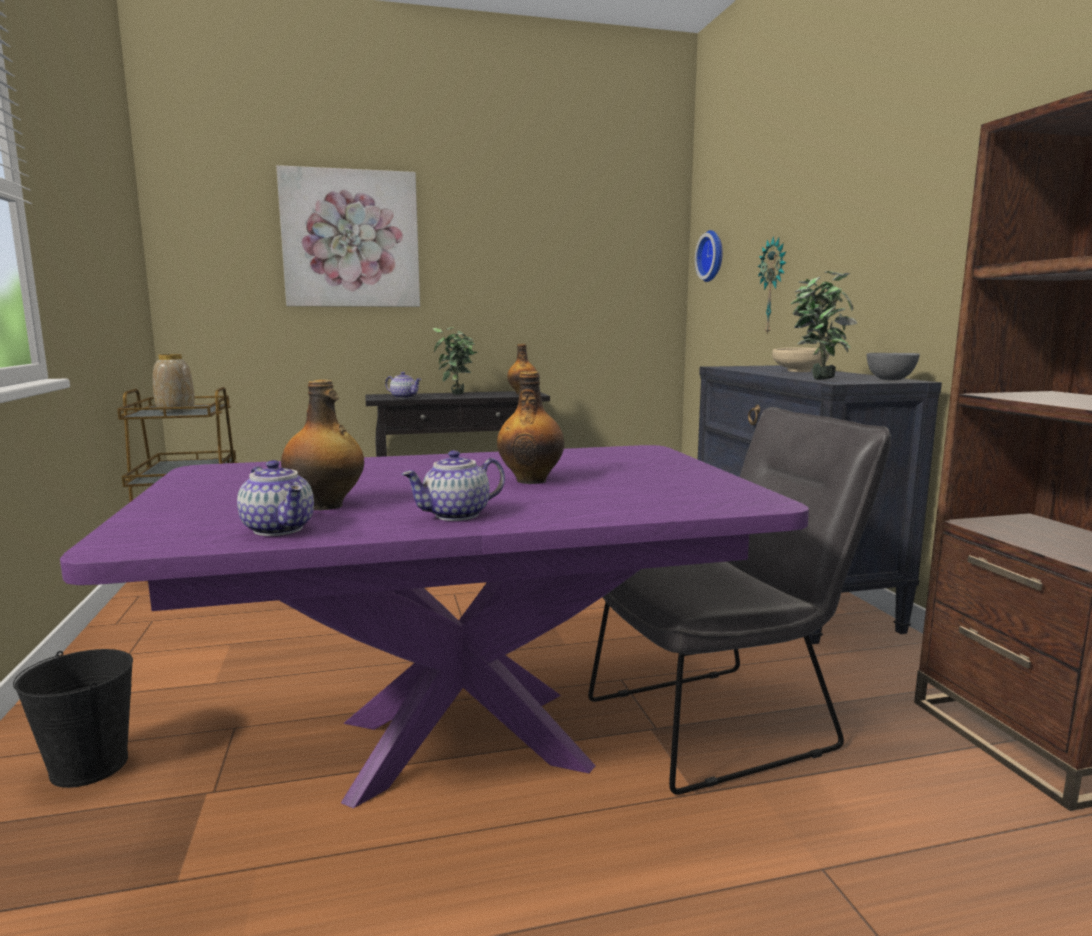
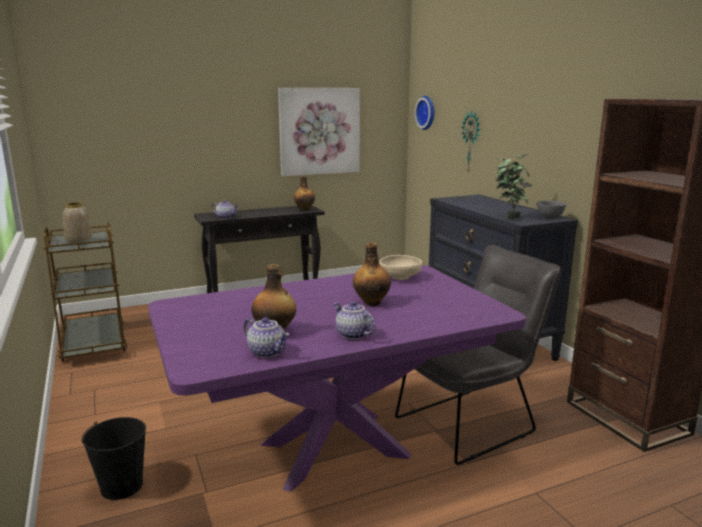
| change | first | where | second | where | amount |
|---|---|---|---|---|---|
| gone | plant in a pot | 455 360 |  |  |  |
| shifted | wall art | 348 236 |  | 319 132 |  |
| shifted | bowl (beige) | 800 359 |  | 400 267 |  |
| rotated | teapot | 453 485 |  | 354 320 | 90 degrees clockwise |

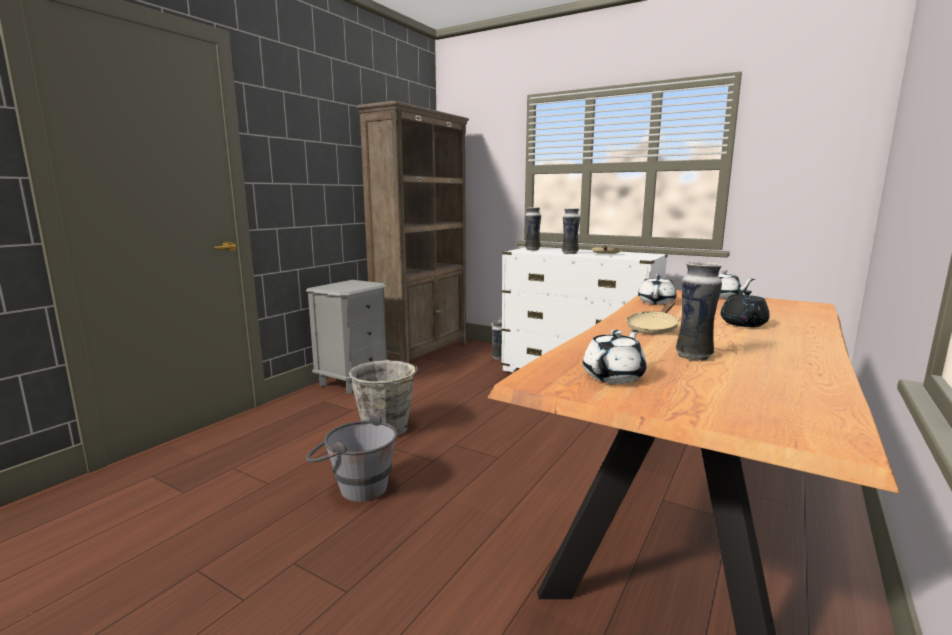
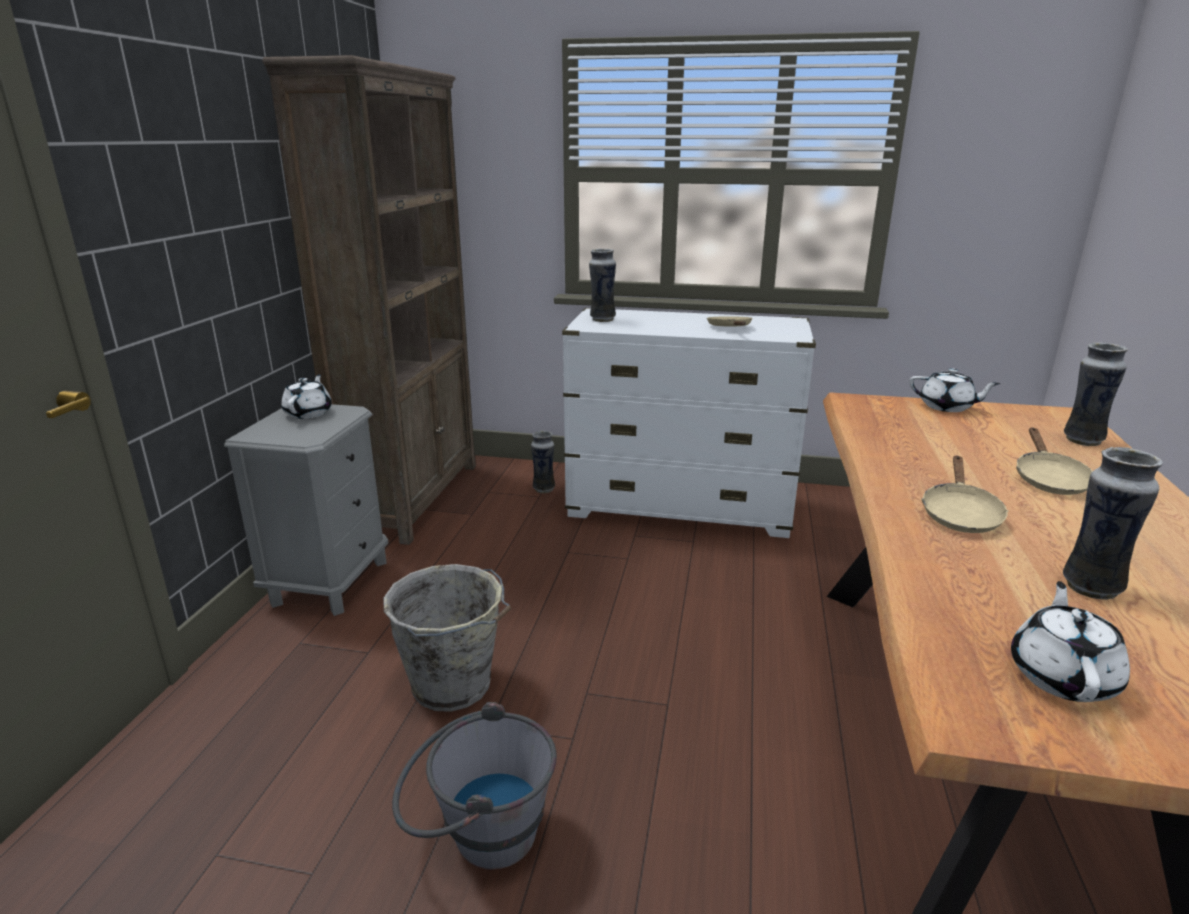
| change | first | where | second | where | amount |
|---|---|---|---|---|---|
| shifted | decorative vase | 571 231 |  | 1096 394 |  |
| shifted | teapot (white-coloured) | 657 289 |  | 306 396 |  |
| swapped | teapot (black-coloured) | 745 308 | skillet (beige) | 1054 461 |  |

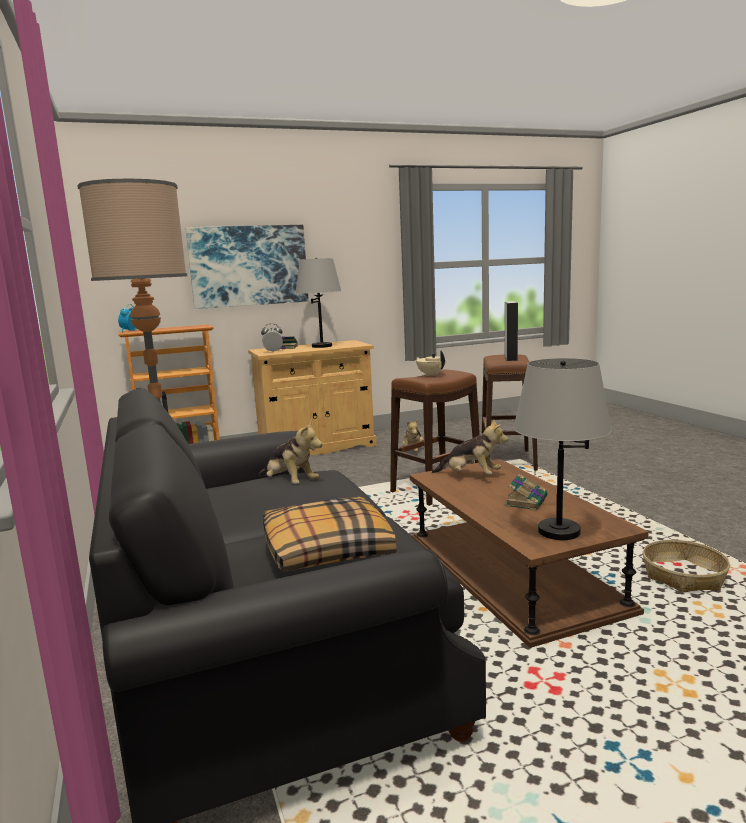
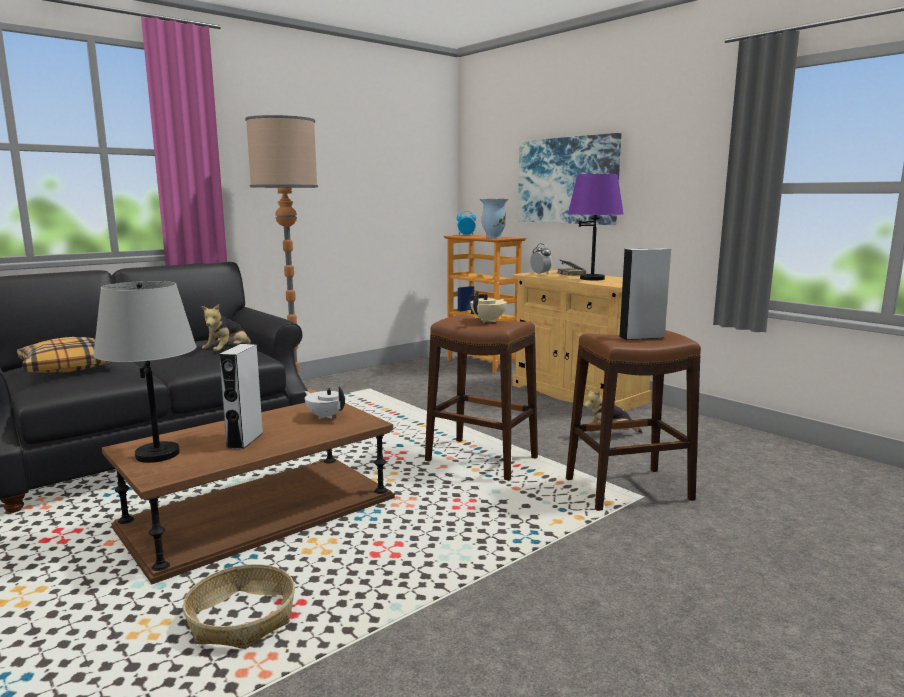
| change | first | where | second | where | amount |
|---|---|---|---|---|---|
| new |  |  | decorative vase | 494 219 |  |
| swapped | cuddly toy | 470 447 | teapot (white-coloured) | 325 402 |  |
| swapped | book | 526 492 | audio speaker (greyish) | 241 396 |  |
| repainted | tabletop lamp (greyish) | 318 303 | tabletop lamp (purple-coloured) | 596 226 |  |

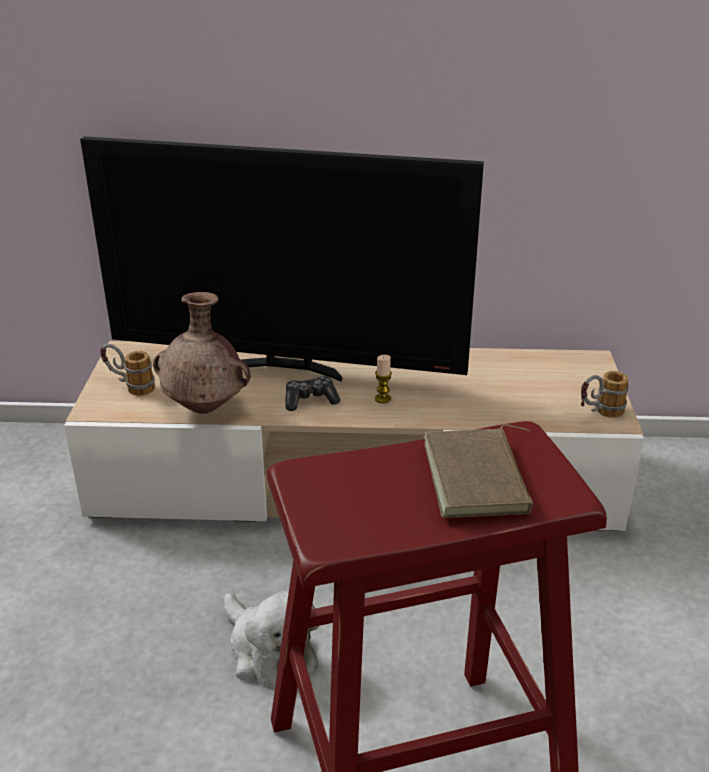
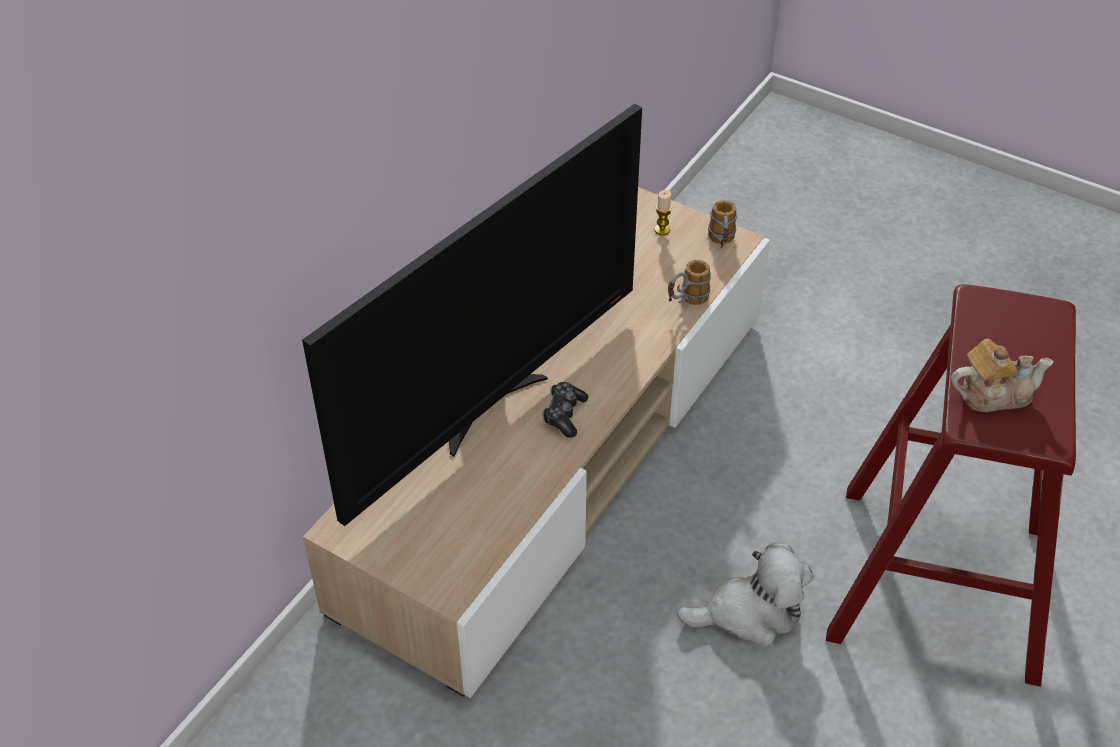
| change | first | where | second | where | amount |
|---|---|---|---|---|---|
| gone | decorative vase (brown-coloured) | 202 353 |  |  |  |
| gone | book (brown-coloured) | 479 471 |  |  |  |
| new |  |  | teapot | 1002 375 |  |
| shifted | coffee mug | 127 370 |  | 689 282 |  |
| shifted | wax light | 383 379 |  | 663 212 |  |

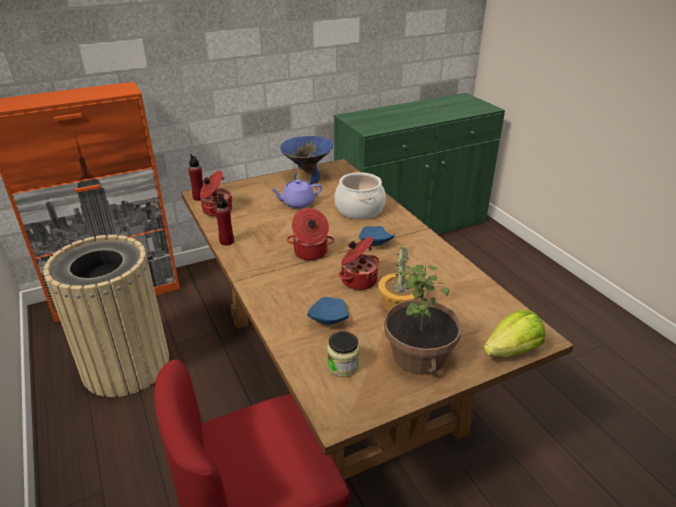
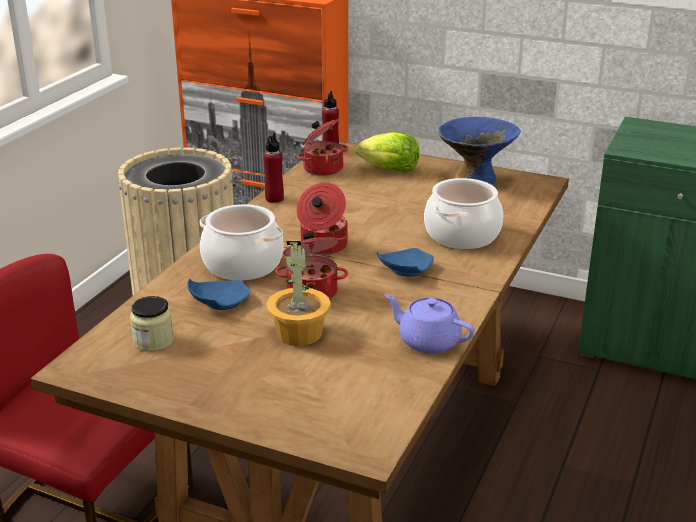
| change | first | where | second | where | amount |
|---|---|---|---|---|---|
| gone | plant in a pot | 423 320 |  |  |  |
| new |  |  | stockpot | 241 242 |  |
| shifted | teapot (purple-coloured) | 296 194 |  | 429 324 |  |
| shifted | head of lettuce | 514 333 |  | 387 152 |  |

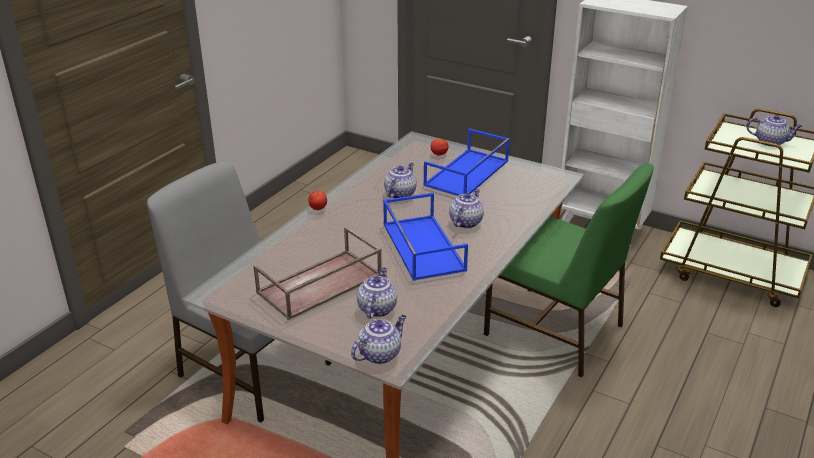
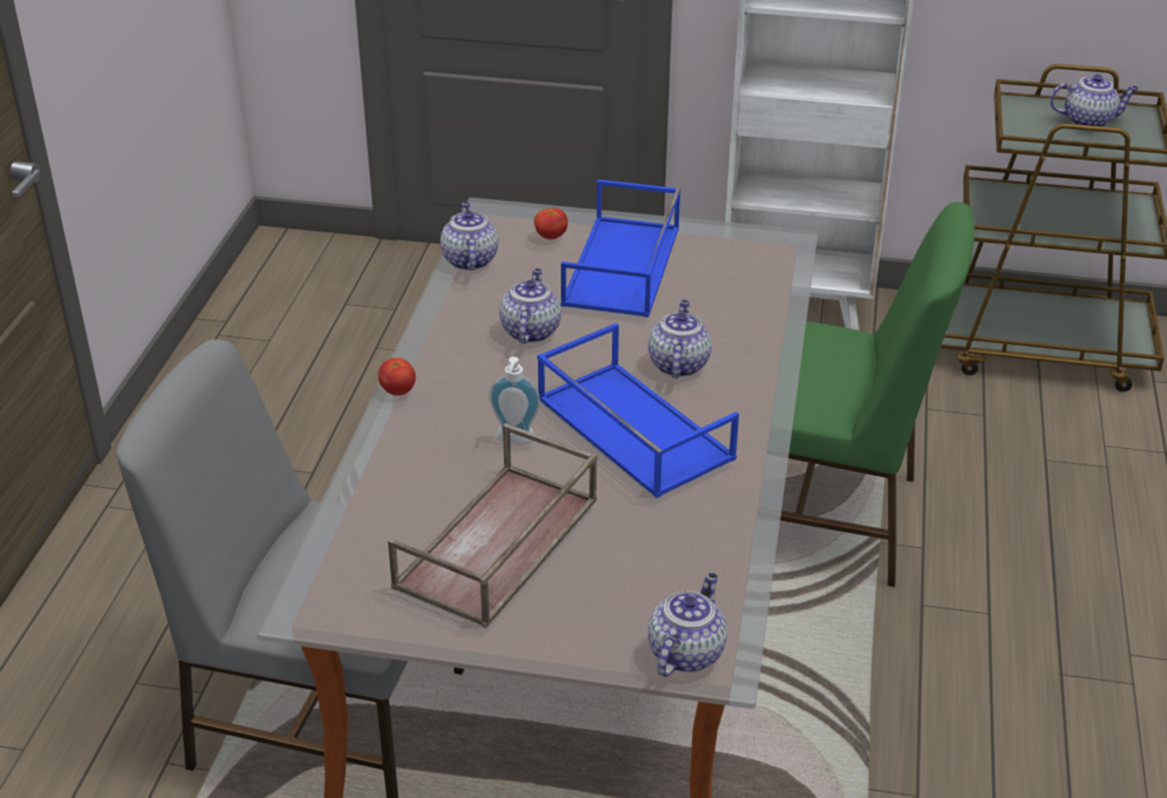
| change | first | where | second | where | amount |
|---|---|---|---|---|---|
| new |  |  | soap dispenser | 514 400 |  |
| shifted | teapot | 377 293 |  | 469 236 |  |

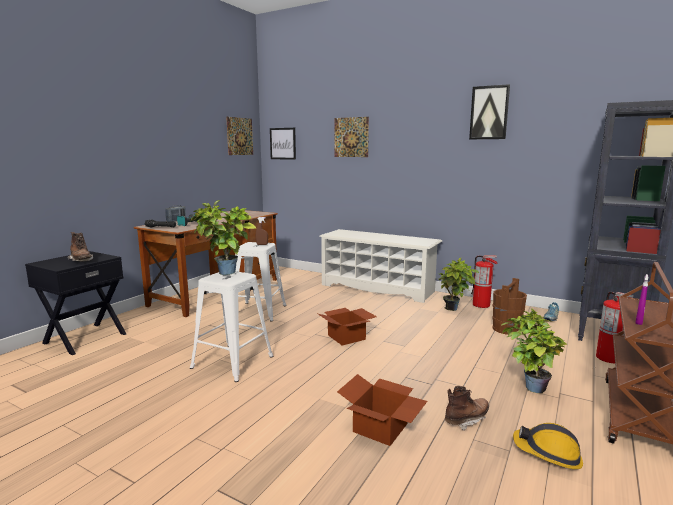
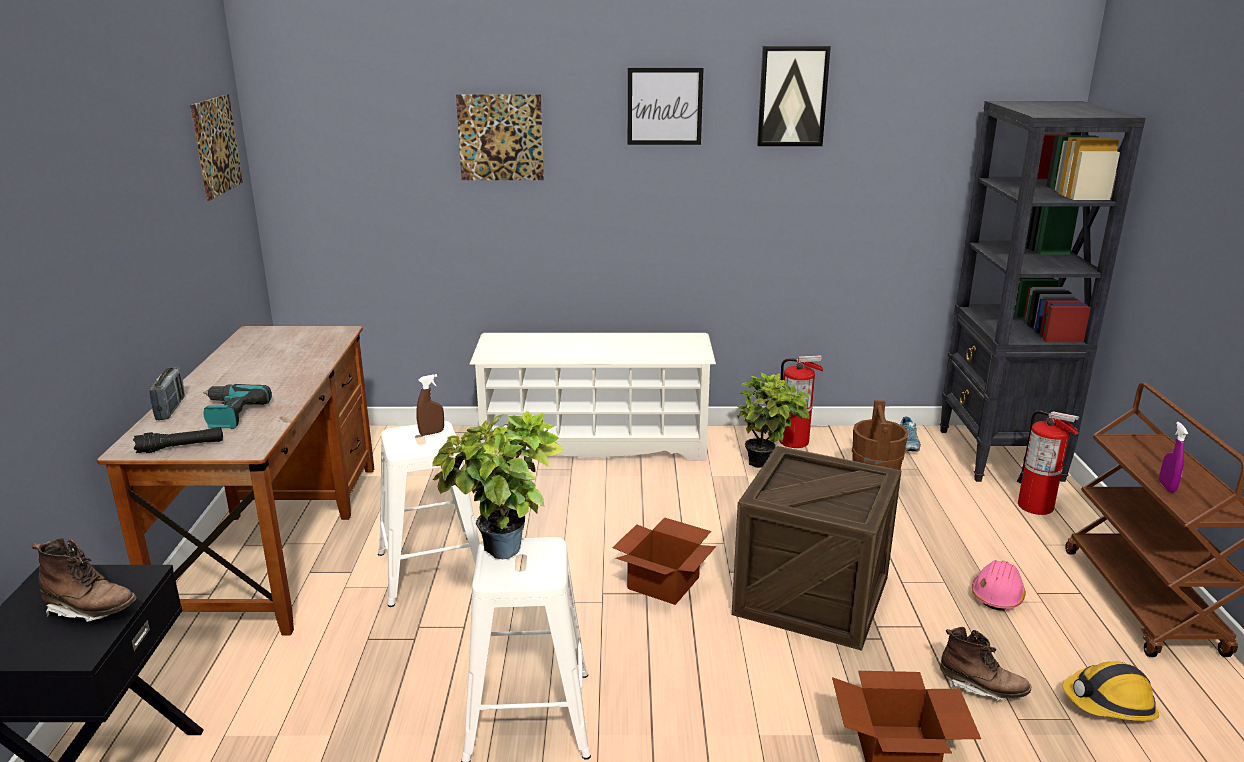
| change | first | where | second | where | amount |
|---|---|---|---|---|---|
| new |  |  | crate | 817 548 |  |
| shifted | wall art | 283 144 |  | 665 106 |  |
| swapped | plant in a pot | 534 350 | safety helmet (pink) | 999 585 |  |
| rotated | boot (brown-coloured) | 467 408 |  | 986 664 | 90 degrees clockwise |

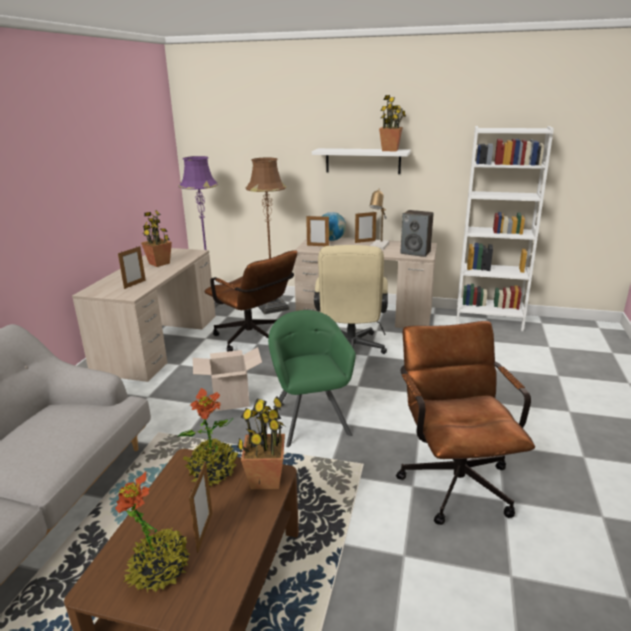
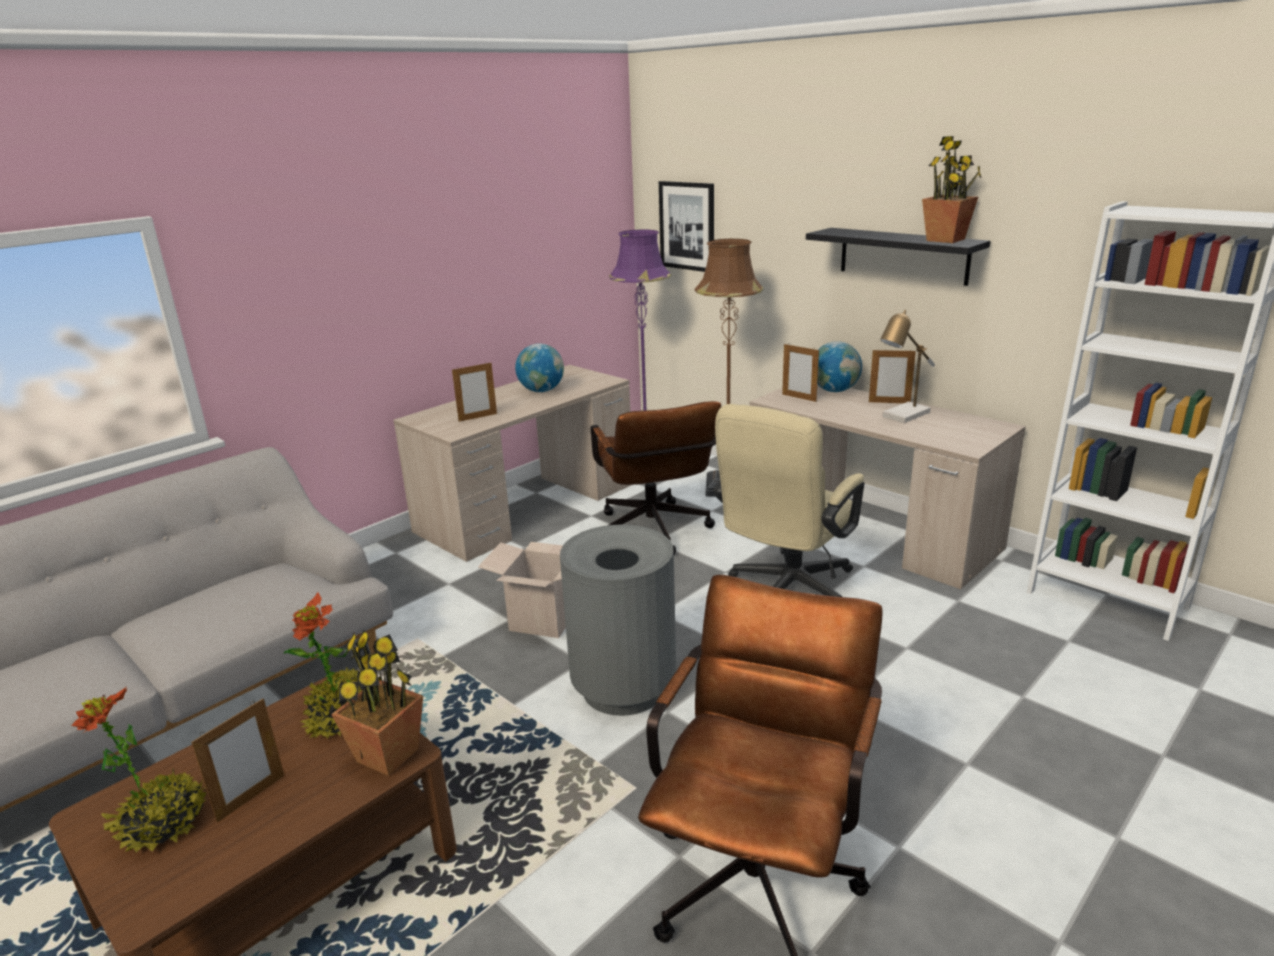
| change | first | where | second | where | amount |
|---|---|---|---|---|---|
| gone | audio speaker | 417 233 |  |  |  |
| new |  |  | wall art | 686 226 |  |
| swapped | plant in a pot | 156 238 | desk globe | 539 368 |  |
| swapped | armchair (green) | 312 378 | waste bin (greyish) | 618 620 |  |
| repainted | wall shelf (white-coloured) | 361 161 | wall shelf (black-coloured) | 898 257 |  |

